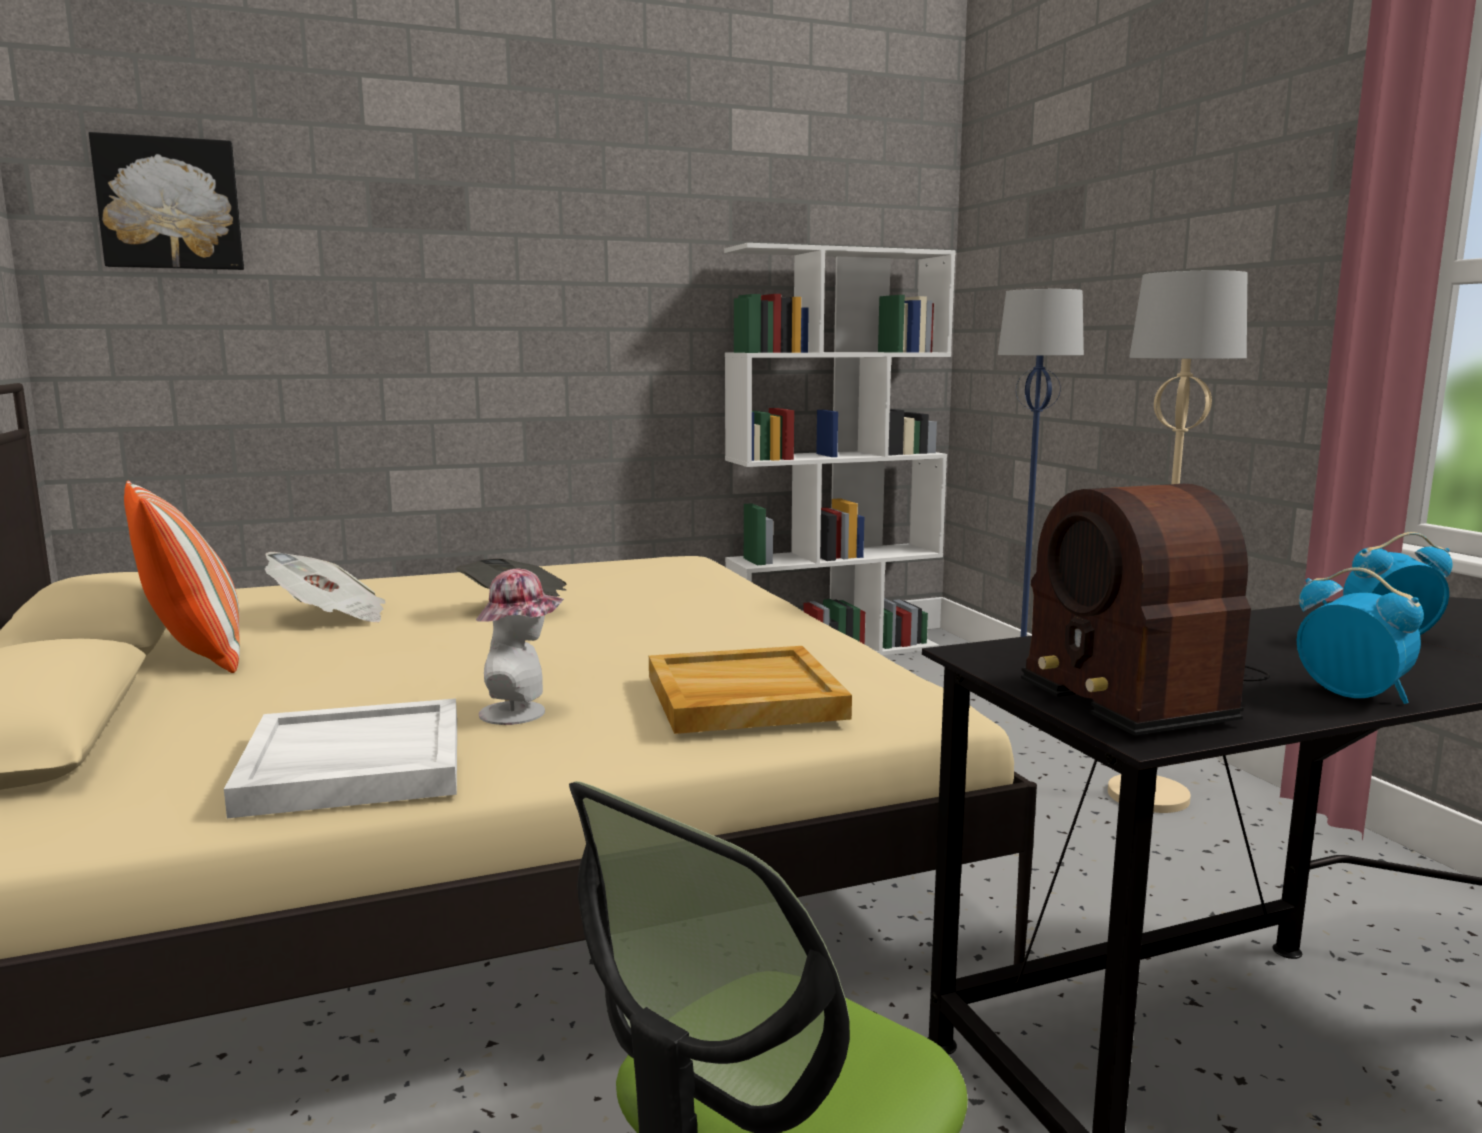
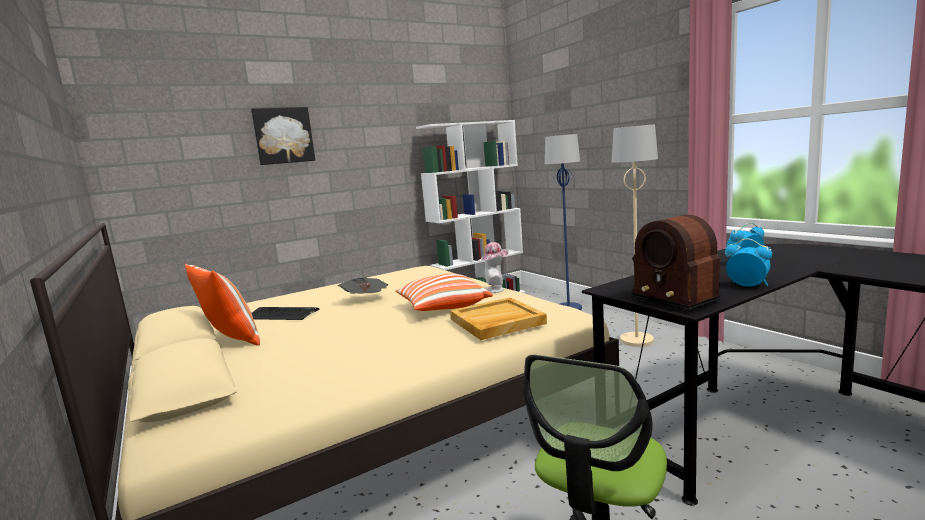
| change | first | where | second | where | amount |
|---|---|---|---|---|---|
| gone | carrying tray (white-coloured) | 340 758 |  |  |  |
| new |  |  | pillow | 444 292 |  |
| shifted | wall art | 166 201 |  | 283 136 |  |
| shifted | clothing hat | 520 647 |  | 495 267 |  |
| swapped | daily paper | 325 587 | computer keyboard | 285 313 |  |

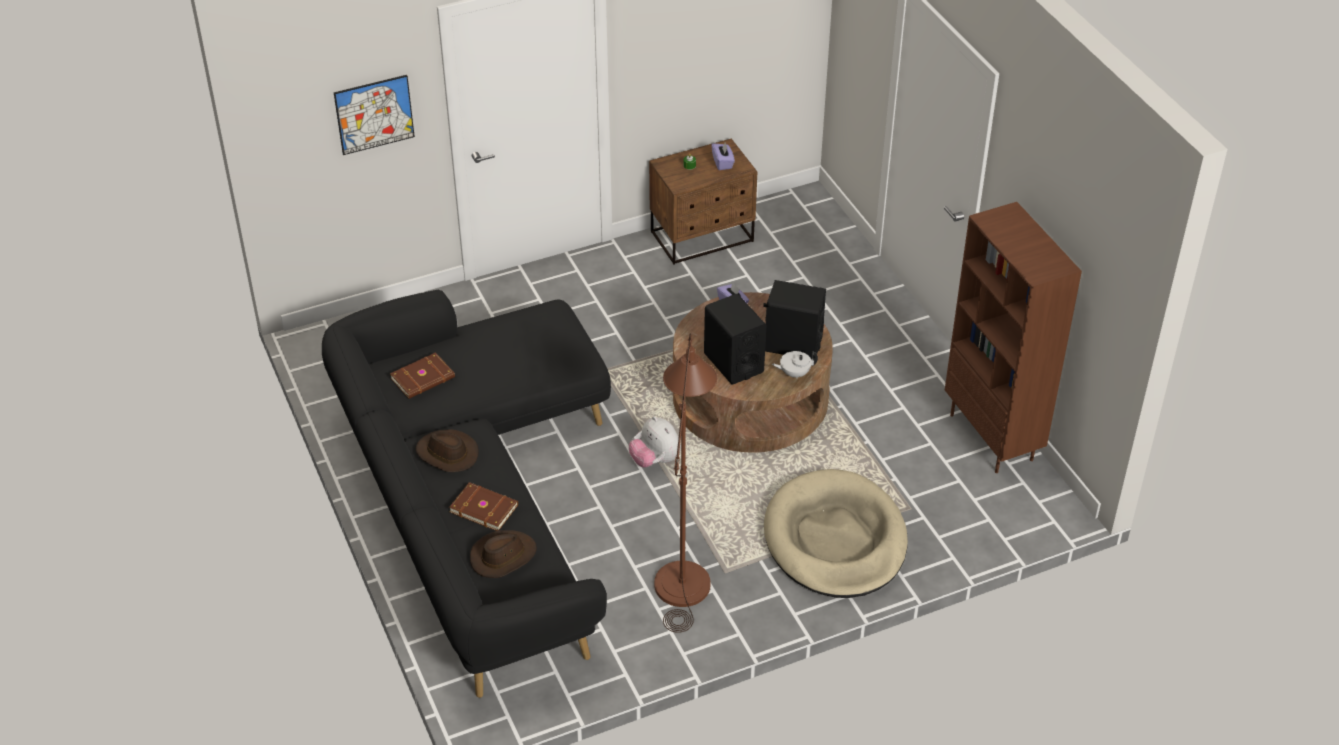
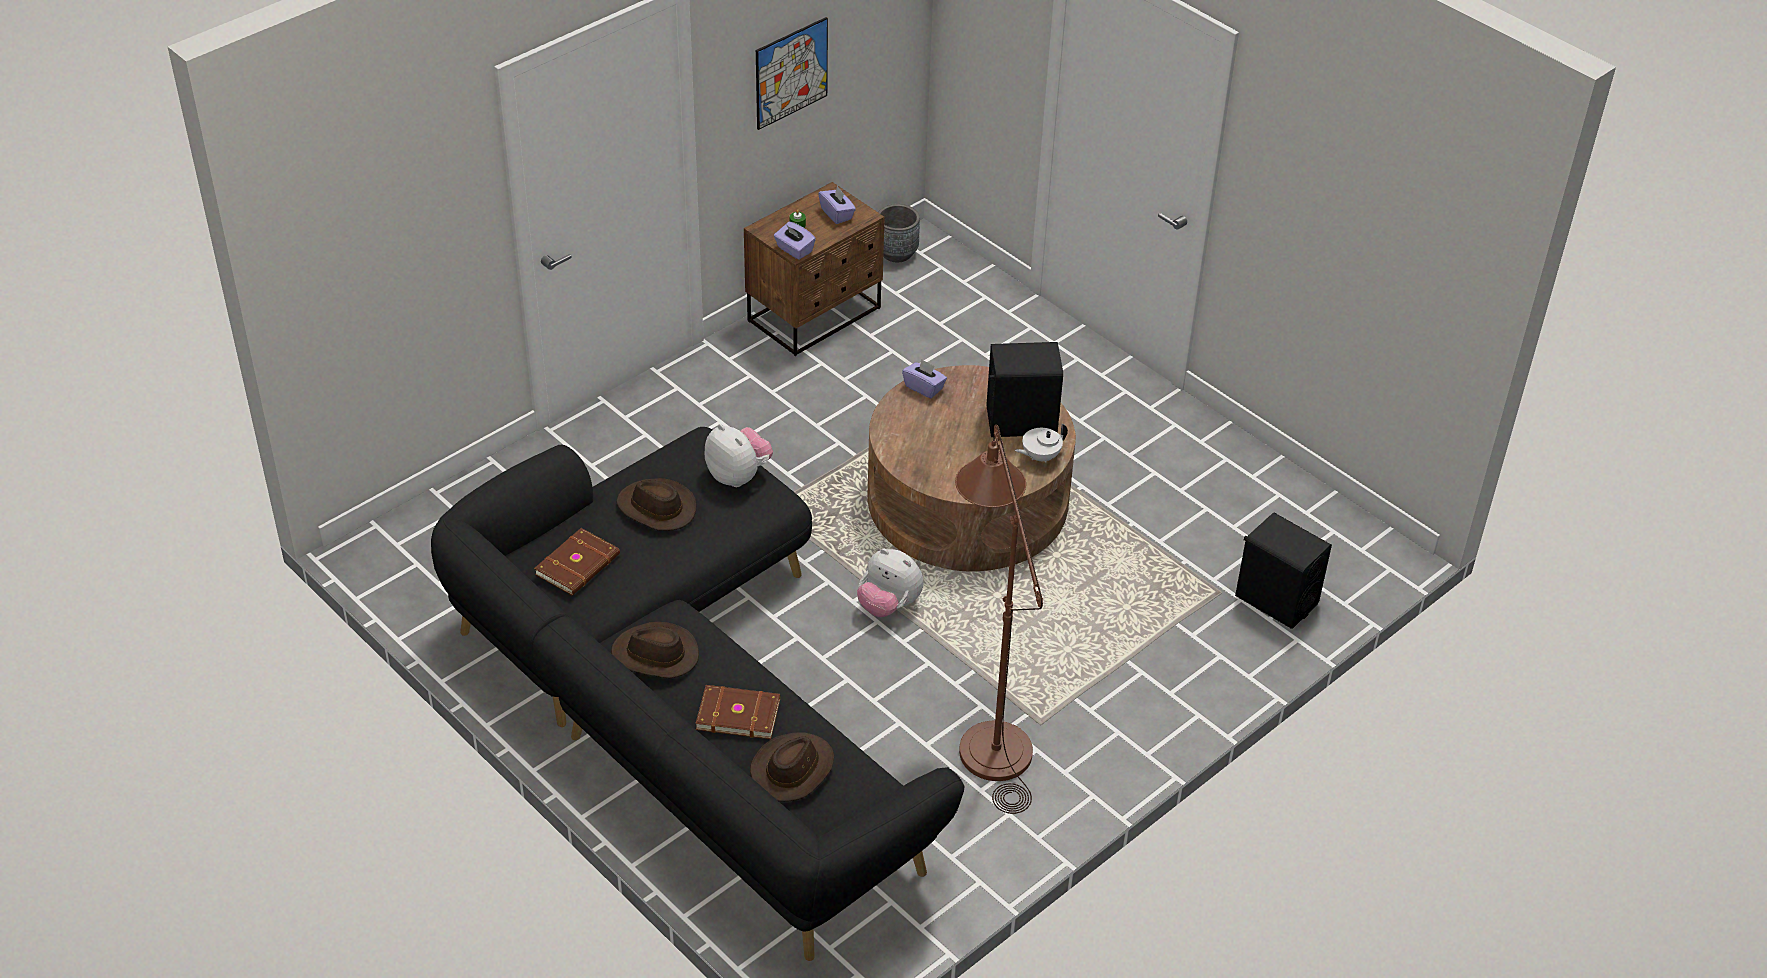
| change | first | where | second | where | amount |
|---|---|---|---|---|---|
| gone | dog cushion (beige) | 836 533 |  |  |  |
| gone | bookcase (brown-coloured) | 1013 337 |  |  |  |
| new |  |  | clothing hat (brown-coloured) | 656 504 |  |
| new |  |  | cuddly toy | 739 455 |  |
| new |  |  | box of tissues (purple-coloured) | 795 241 |  |
| new |  |  | plant pot (greyish) | 899 233 |  |
| shifted | wall art | 374 115 |  | 792 73 |  |
| shifted | audio speaker (black-coloured) | 735 339 |  | 1283 571 |  |

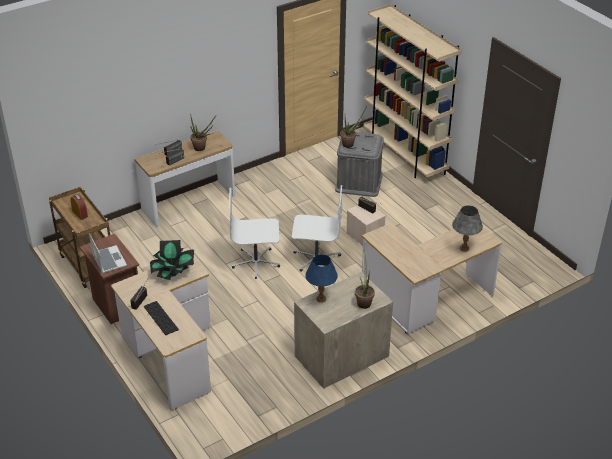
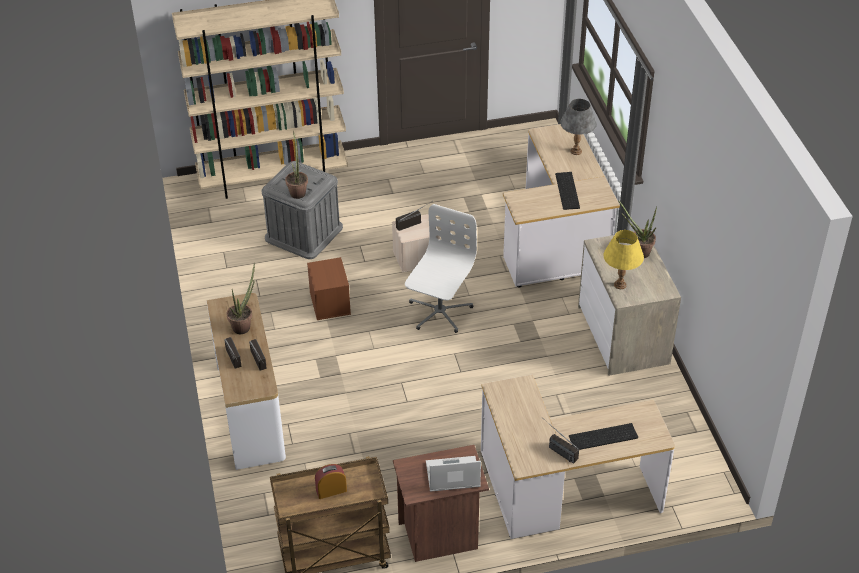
| change | first | where | second | where | amount |
|---|---|---|---|---|---|
| gone | plant in a pot | 172 260 |  |  |  |
| gone | computer chair (white-coloured) | 254 233 |  |  |  |
| new |  |  | storage container (brown-coloured) | 329 288 |  |
| new |  |  | computer keyboard | 567 191 |  |
| repainted | tabletop lamp (bluish) | 321 278 | tabletop lamp (yellow-coloured) | 623 259 |  |

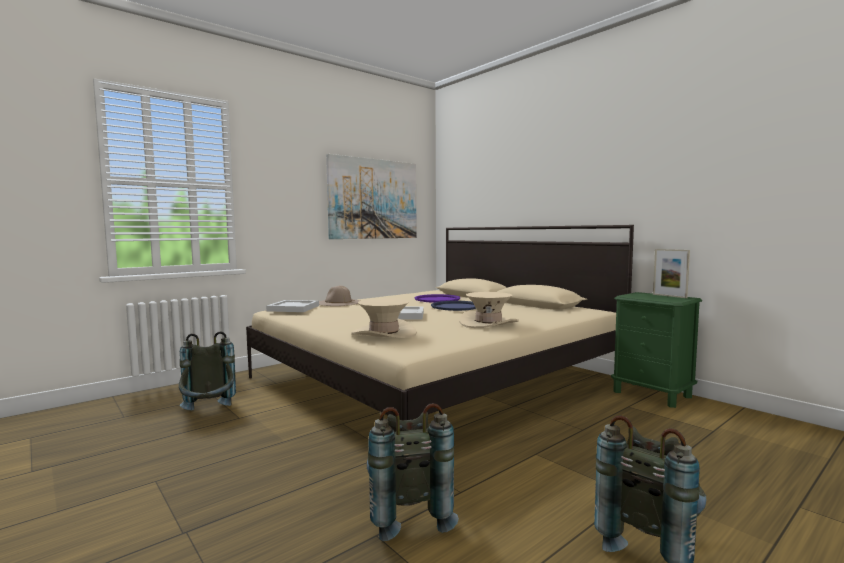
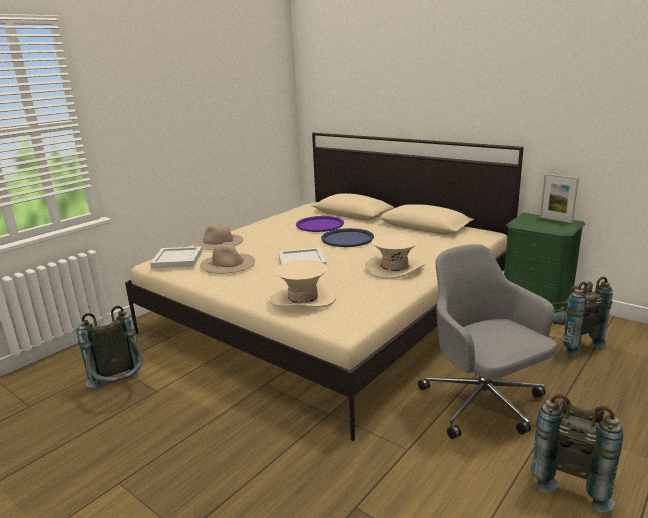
| change | first | where | second | where | amount |
|---|---|---|---|---|---|
| gone | wall art | 371 196 |  |  |  |
| new |  |  | clothing hat (beige) | 227 258 |  |
| new |  |  | computer chair (greyish) | 487 341 |  |
| shifted | backpack (greyish) | 413 472 |  | 582 316 |  |

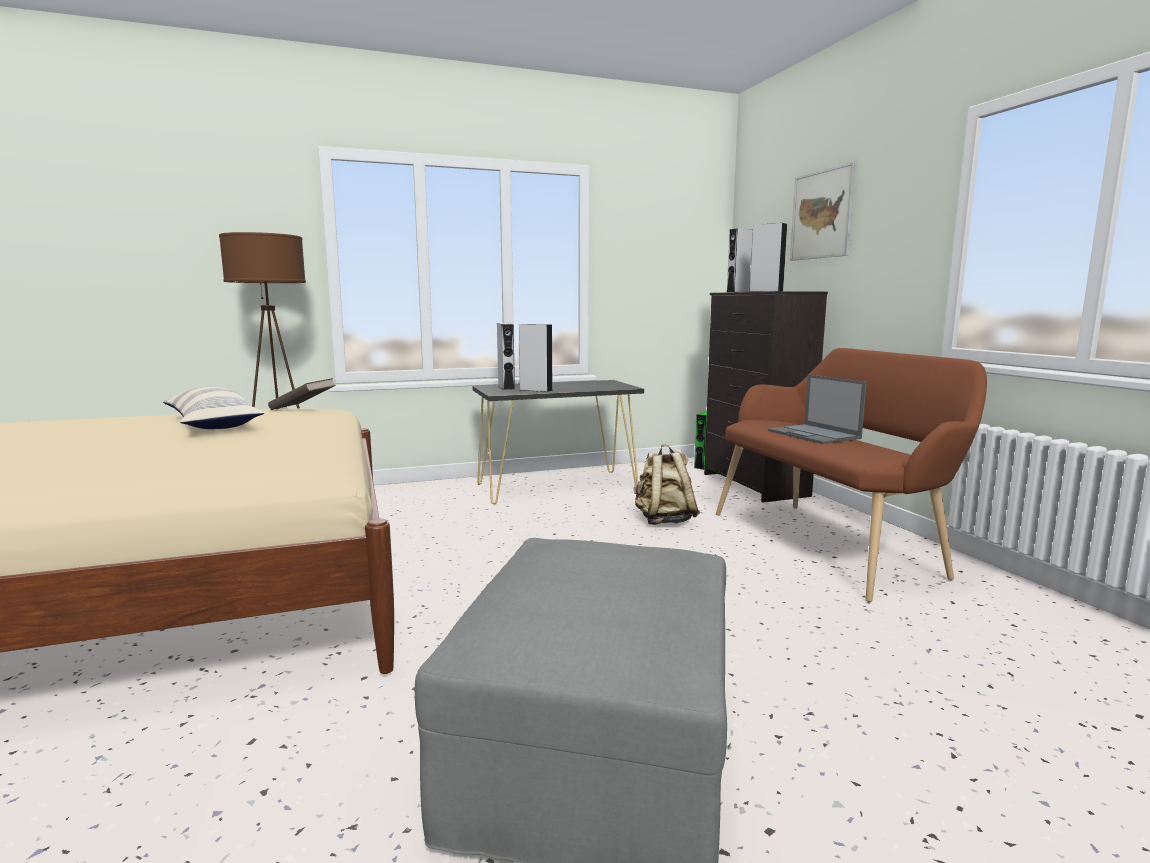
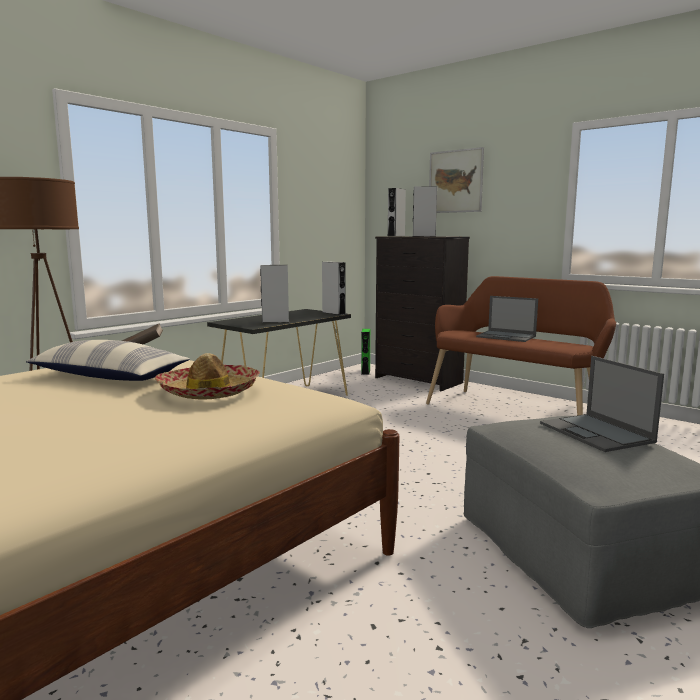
| change | first | where | second | where | amount |
|---|---|---|---|---|---|
| gone | backpack (beige) | 667 485 |  |  |  |
| new |  |  | clothing hat | 207 376 |  |
| new |  |  | laptop | 602 404 |  |
| shifted | audio speaker (greyish) | 506 356 |  | 334 288 |  |

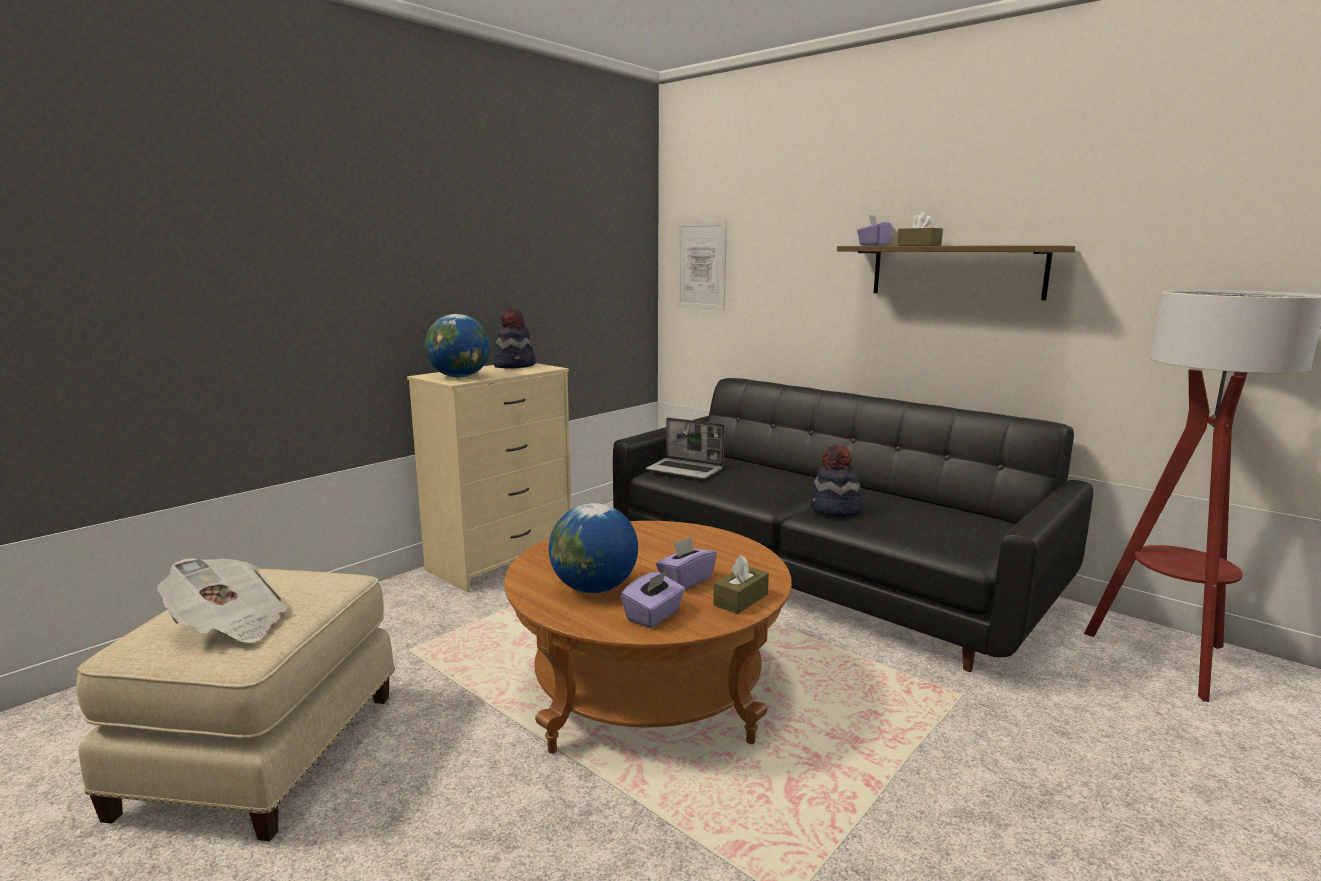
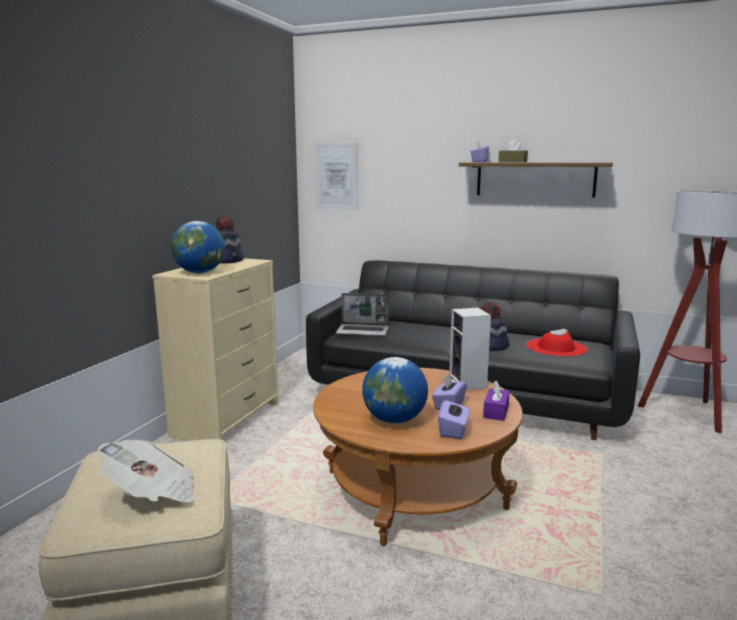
| change | first | where | second | where | amount |
|---|---|---|---|---|---|
| new |  |  | audio speaker | 470 349 |  |
| new |  |  | clothing hat (red-coloured) | 557 343 |  |
| repainted | box of tissues (brown-coloured) | 741 584 | box of tissues (purple-coloured) | 496 401 |  |

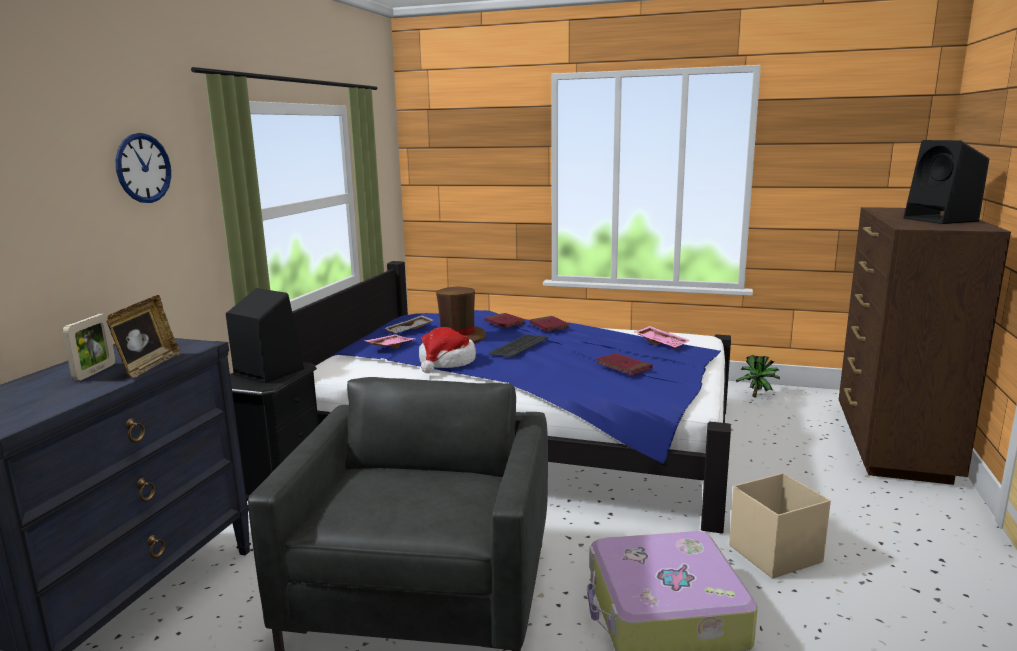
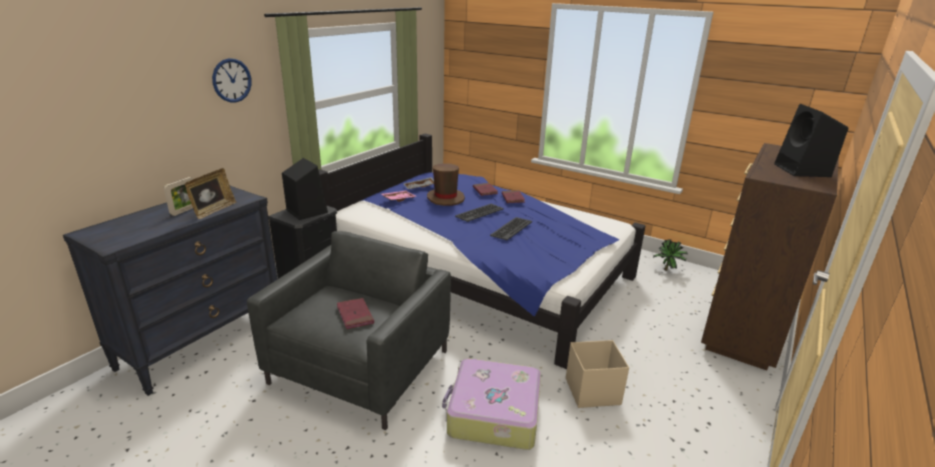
| change | first | where | second | where | amount |
|---|---|---|---|---|---|
| gone | clothing hat | 447 350 |  |  |  |
| gone | carrying tray (pink) | 662 337 |  |  |  |
| new |  |  | computer keyboard | 511 228 |  |
| shifted | book (red-coloured) | 624 364 |  | 355 313 |  |

